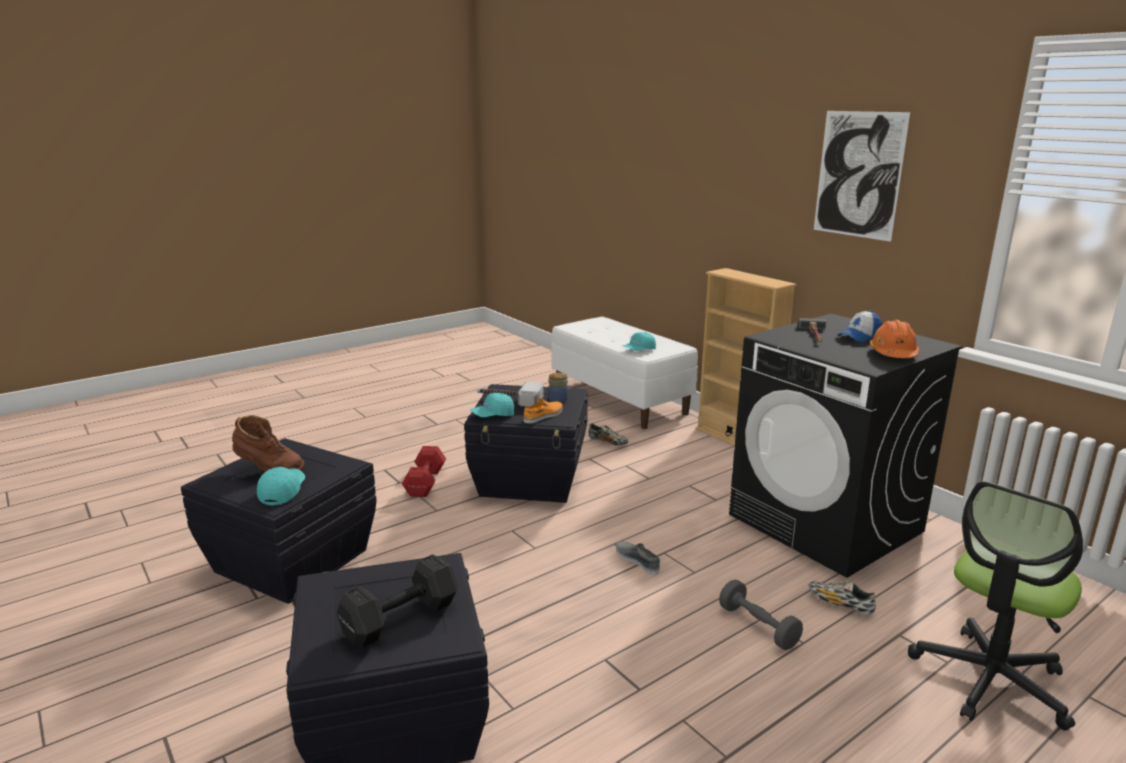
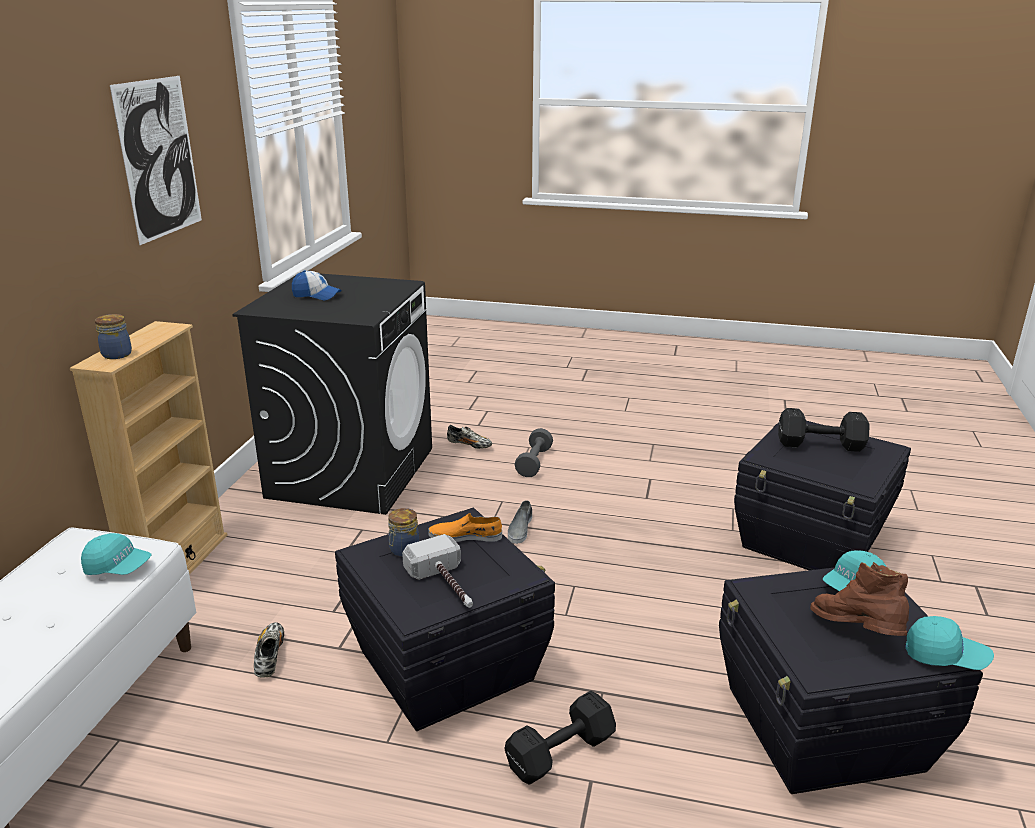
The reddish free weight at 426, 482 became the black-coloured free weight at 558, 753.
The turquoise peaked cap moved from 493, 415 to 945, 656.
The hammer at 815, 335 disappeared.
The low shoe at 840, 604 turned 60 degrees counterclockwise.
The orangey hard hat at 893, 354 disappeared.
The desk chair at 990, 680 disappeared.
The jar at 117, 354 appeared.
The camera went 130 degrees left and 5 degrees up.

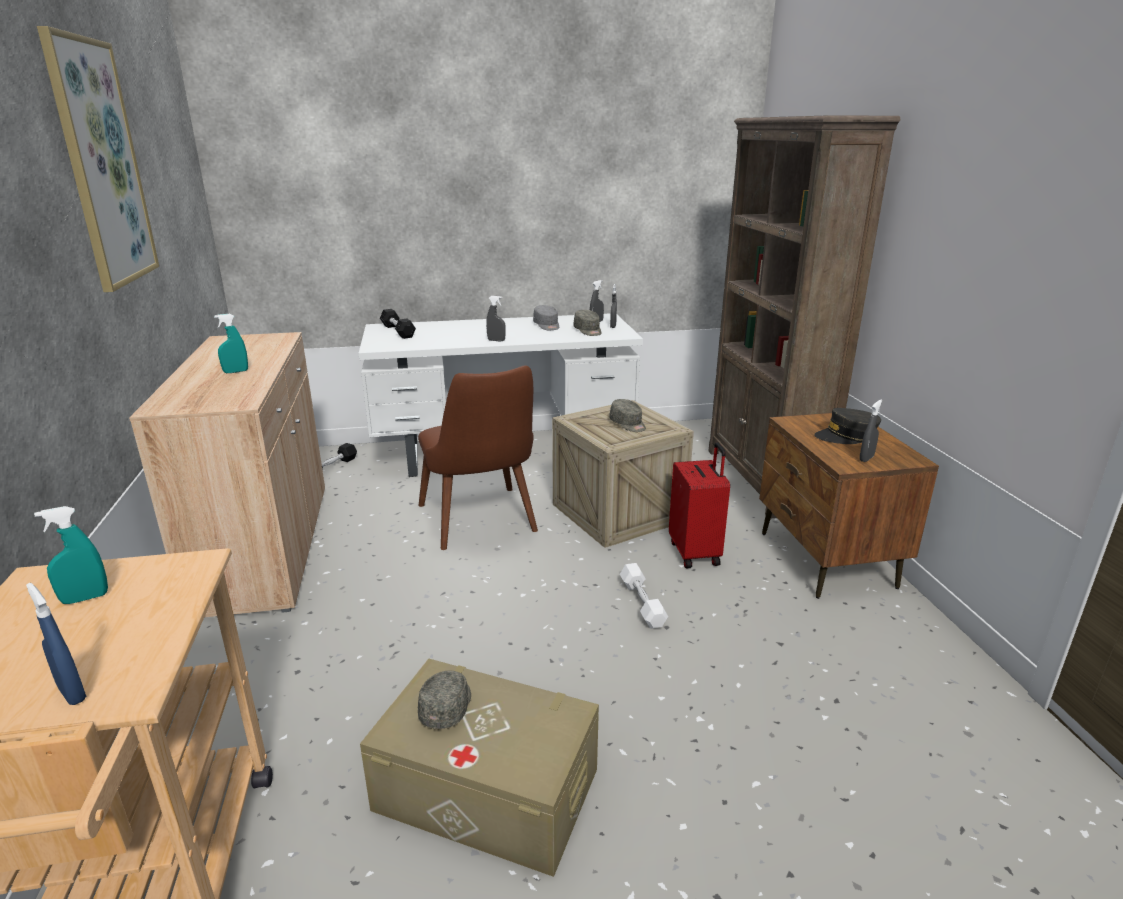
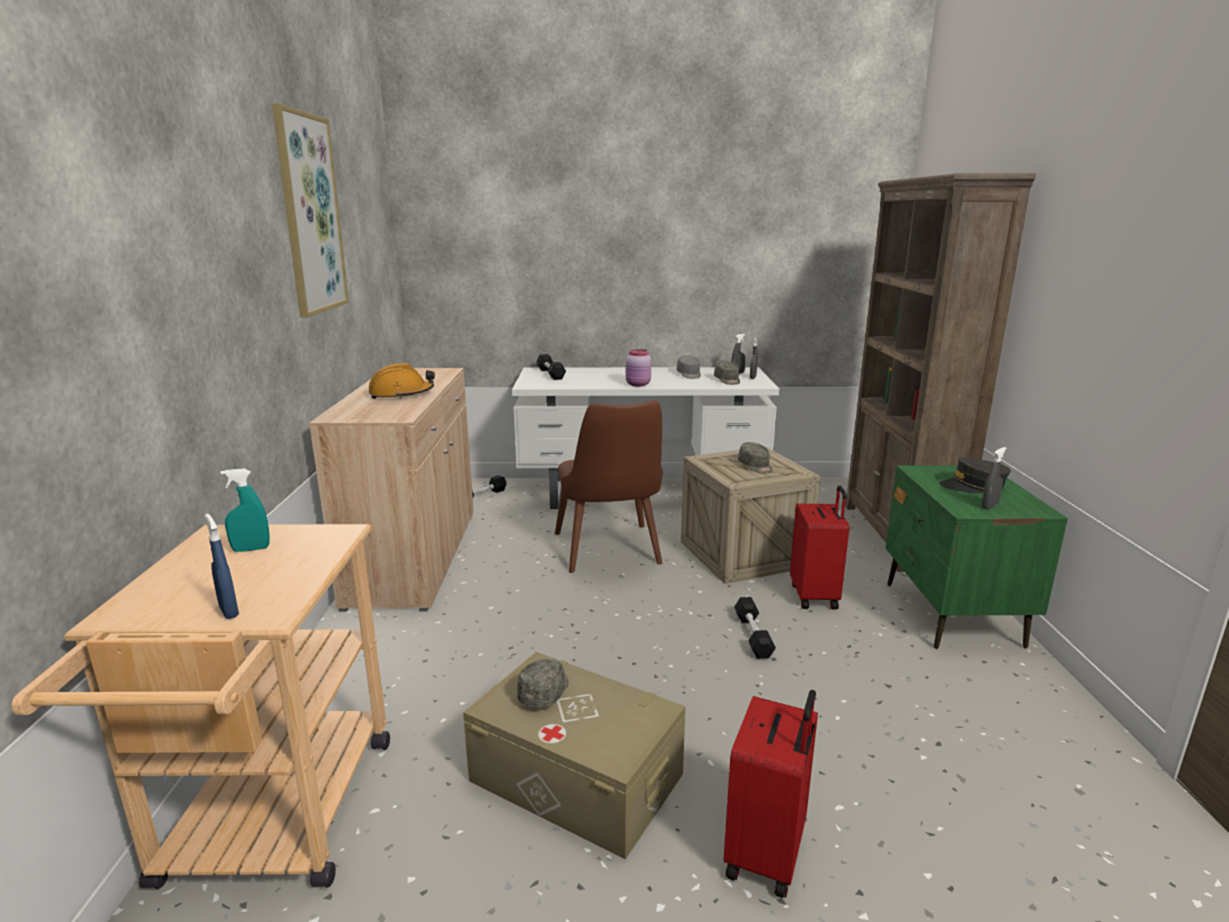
The turquoise sprayer at 236, 371 was replaced by the orangey hard hat at 401, 394.
The gray sprayer at 496, 340 was replaced by the pinkish jar at 638, 384.
The white free weight at 642, 603 became the black-coloured free weight at 753, 636.
The brown nightstand at 826, 560 became the greenish nightstand at 951, 614.
The reddish piece of luggage at 767, 855 appeared.
The camera went 10 degrees right and 5 degrees down.

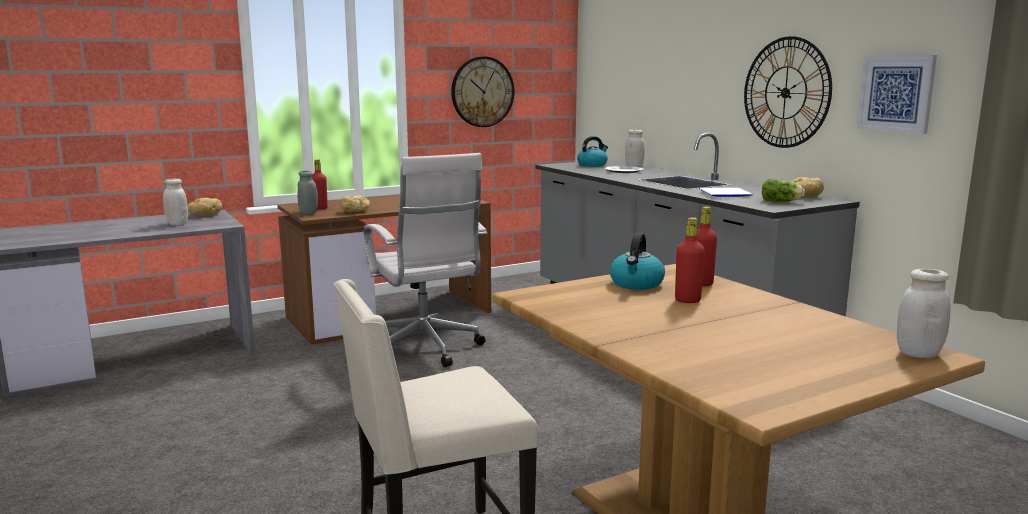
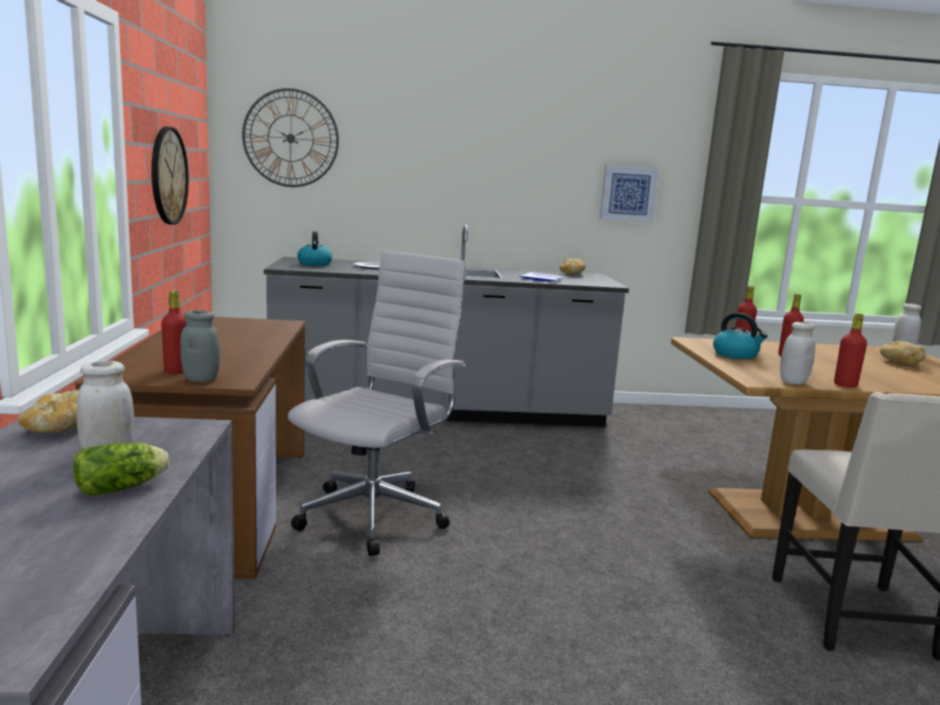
The bakery bread moved from 355, 211 to 899, 362.
The white desk chair at 426, 350 turned 60 degrees counterclockwise.
The white jar moved from 634, 166 to 793, 382.
The wall clock moved from 785, 92 to 290, 138.
The lettuce head moved from 782, 201 to 124, 487.
The reddish drink bottle at 845, 385 appeared.
The camera went 65 degrees left and 0 degrees up.

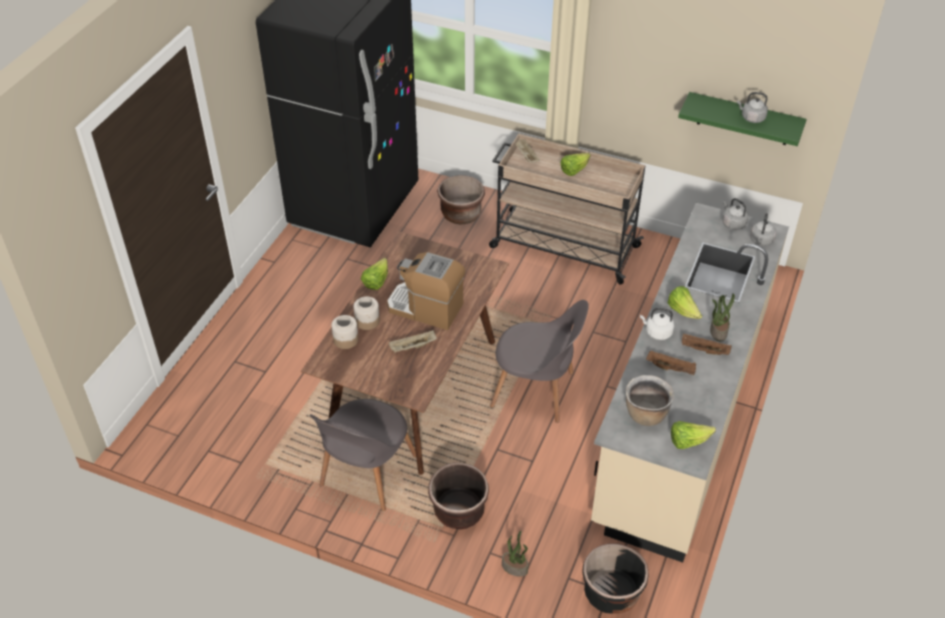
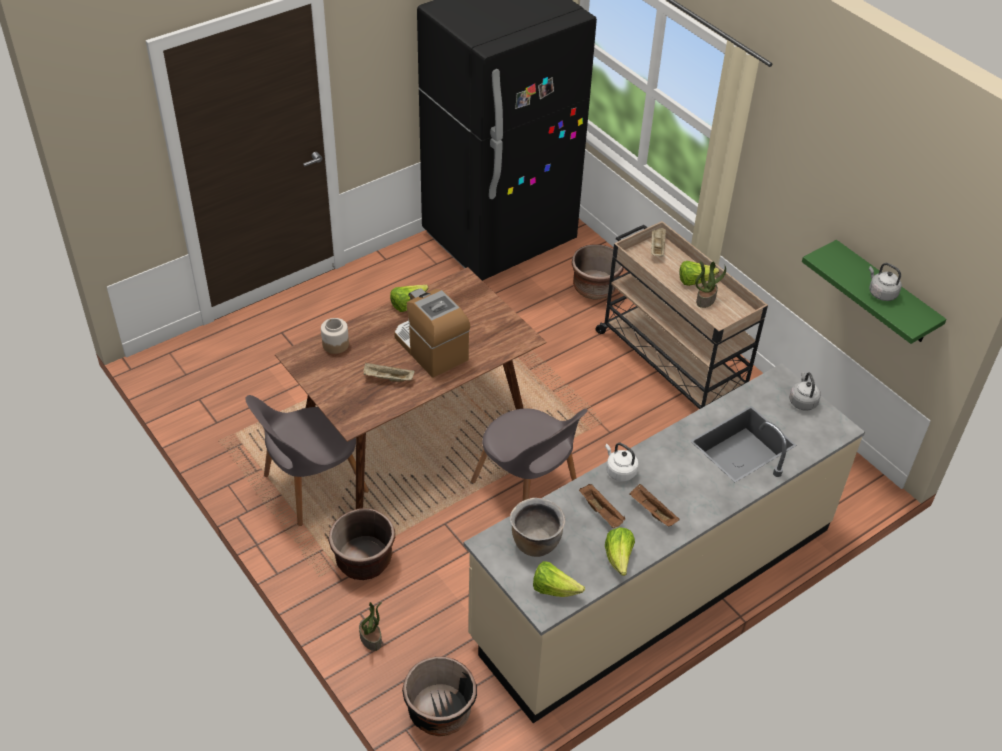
The jar at 367, 321 disappeared.
The lettuce head moved from 683, 311 to 619, 558.
The potted plant moved from 718, 331 to 705, 299.
The gray kettle at 761, 241 disappeared.
The camera went 30 degrees right and 0 degrees up.

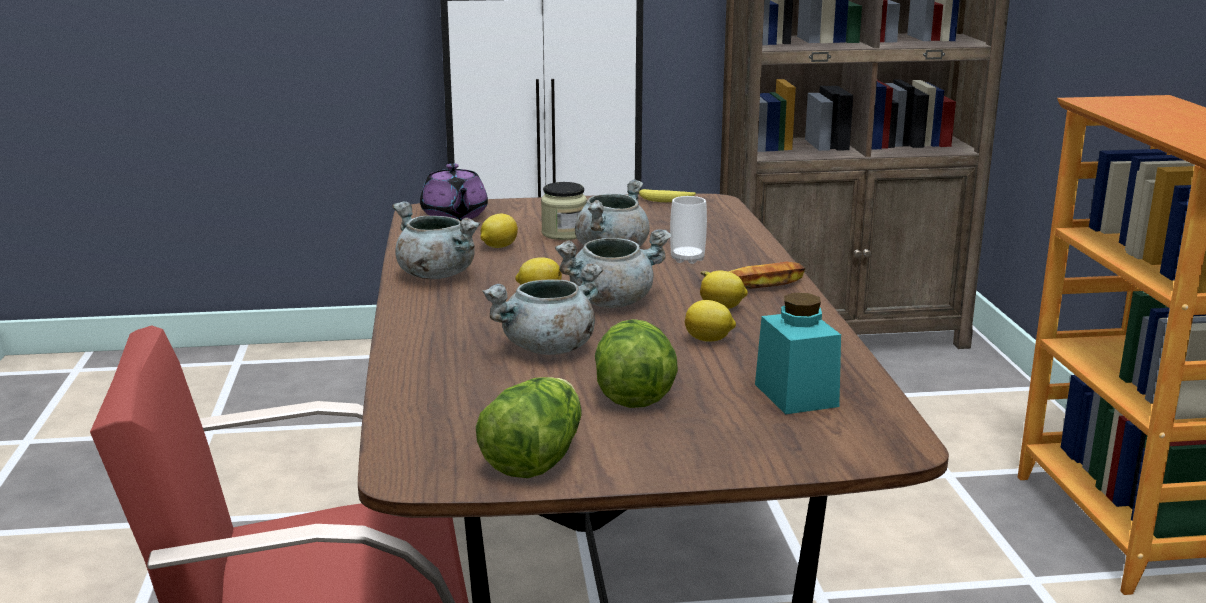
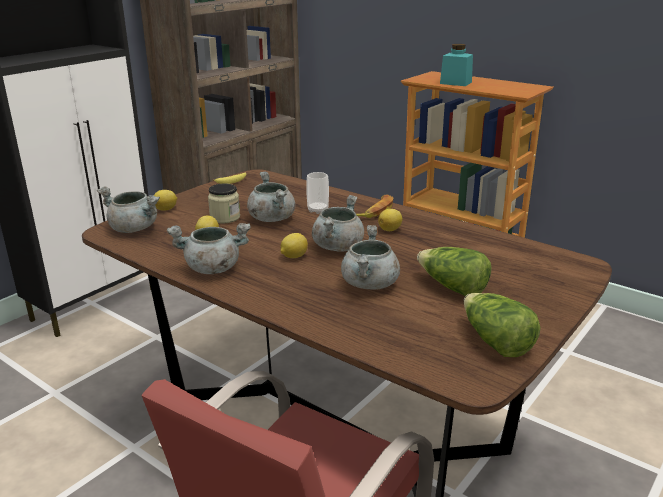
The purple pot for tea at 454, 216 was replaced by the gray cooking pot at 134, 229.
The lemon moved from 709, 340 to 166, 209.
The turquoise jar moved from 796, 395 to 455, 83.
The camera went 45 degrees left and 5 degrees up.

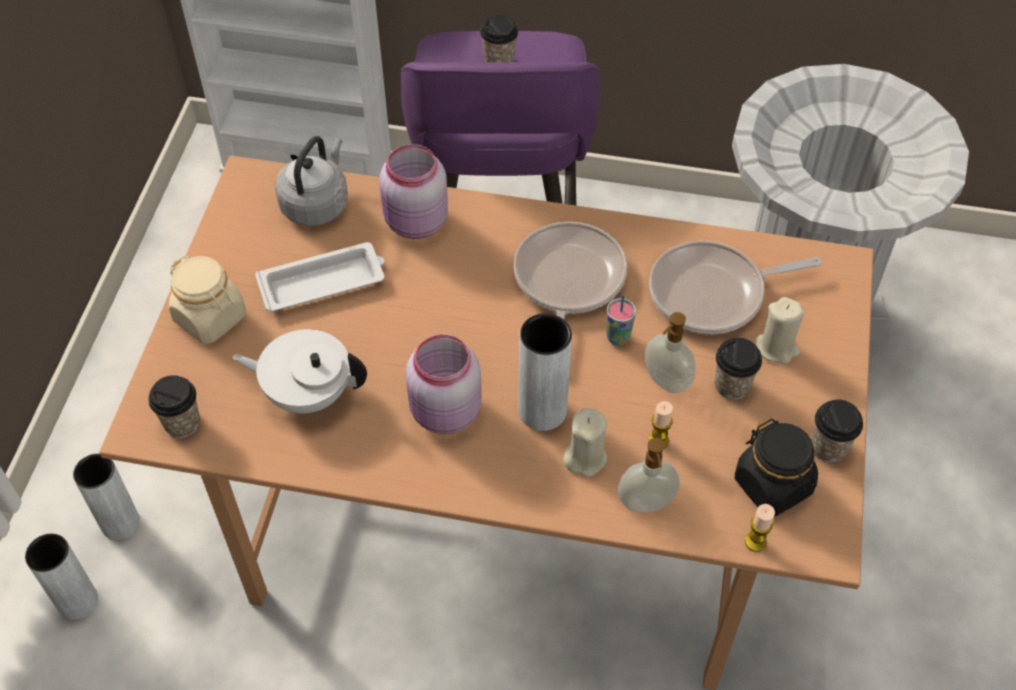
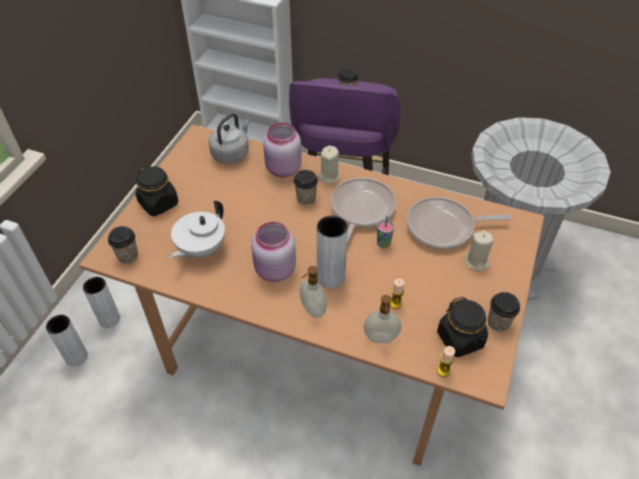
The beige jar at 211, 318 became the black-coloured jar at 159, 203.
The white pot for tea at 308, 392 turned 75 degrees counterclockwise.
The white tray at 324, 282 disappeared.
The beige wax candle moved from 585, 457 to 329, 176.
The soap bottle moved from 665, 382 to 312, 310.
The small cup moved from 732, 386 to 306, 198.
The camera went 10 degrees right and 5 degrees down.

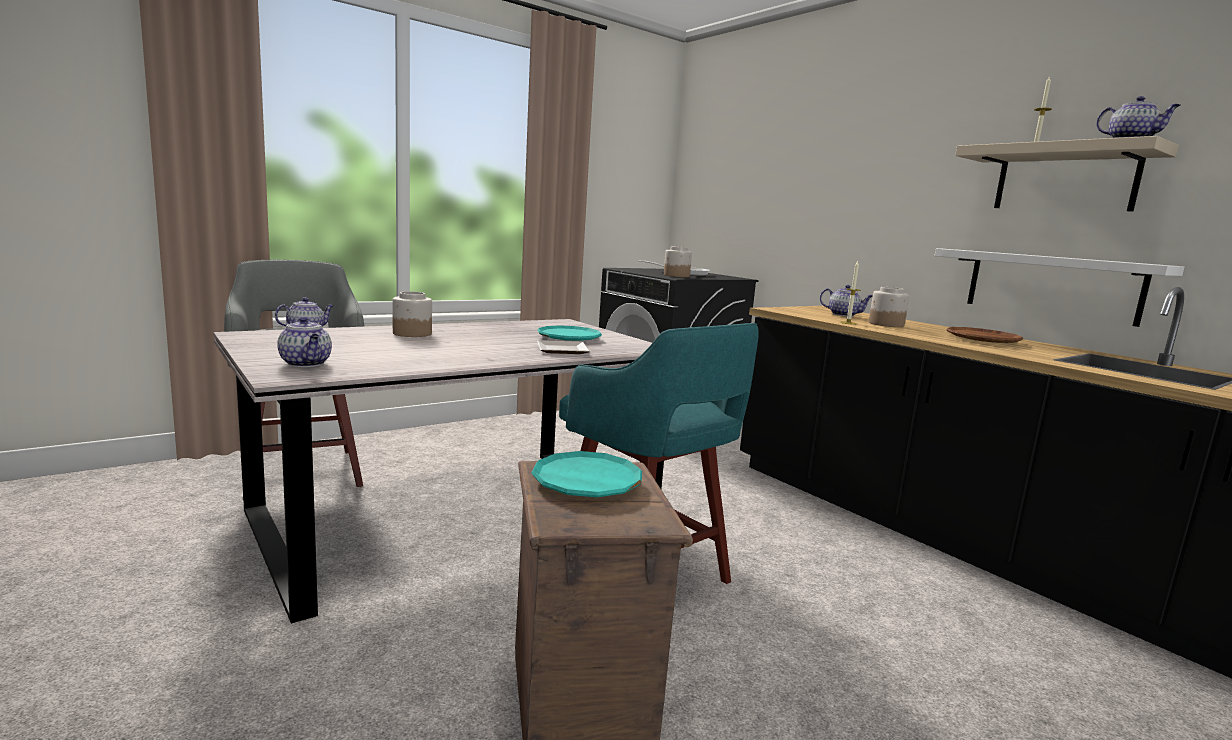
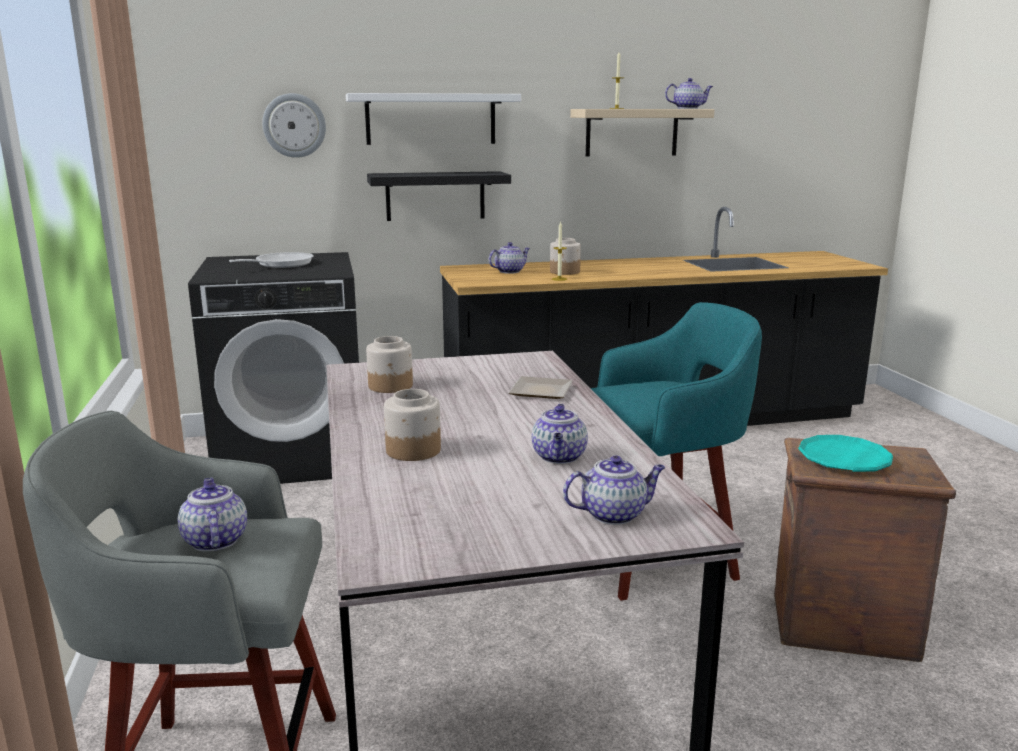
The turquoise flat dish at 569, 338 disappeared.
The jar moved from 676, 276 to 391, 386.
The white wall shelf moved from 1051, 285 to 431, 119.
The brown flat dish at 982, 340 disappeared.
The wall clock at 294, 125 appeared.
The black-coloured wall shelf at 435, 196 appeared.
The pot for tea at 559, 457 appeared.
The camera went 65 degrees left and 5 degrees up.

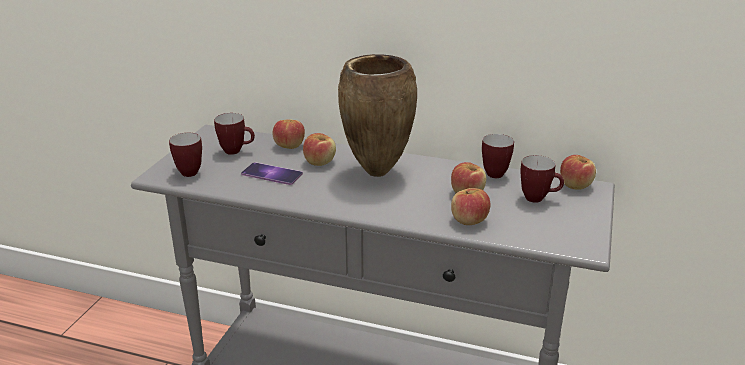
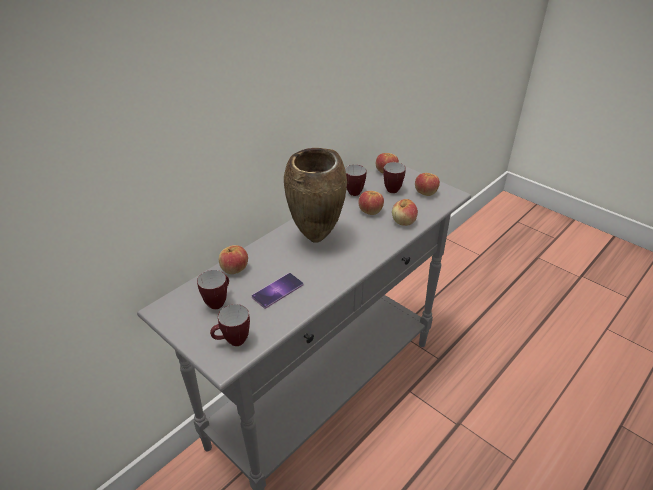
The apple fruit moved from 319, 162 to 425, 192.
The camera went 65 degrees left and 10 degrees up.

